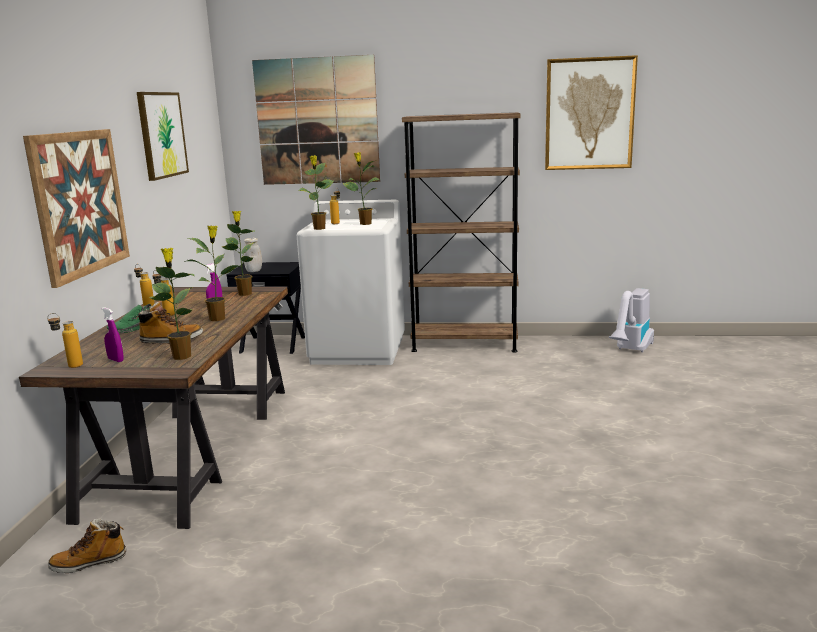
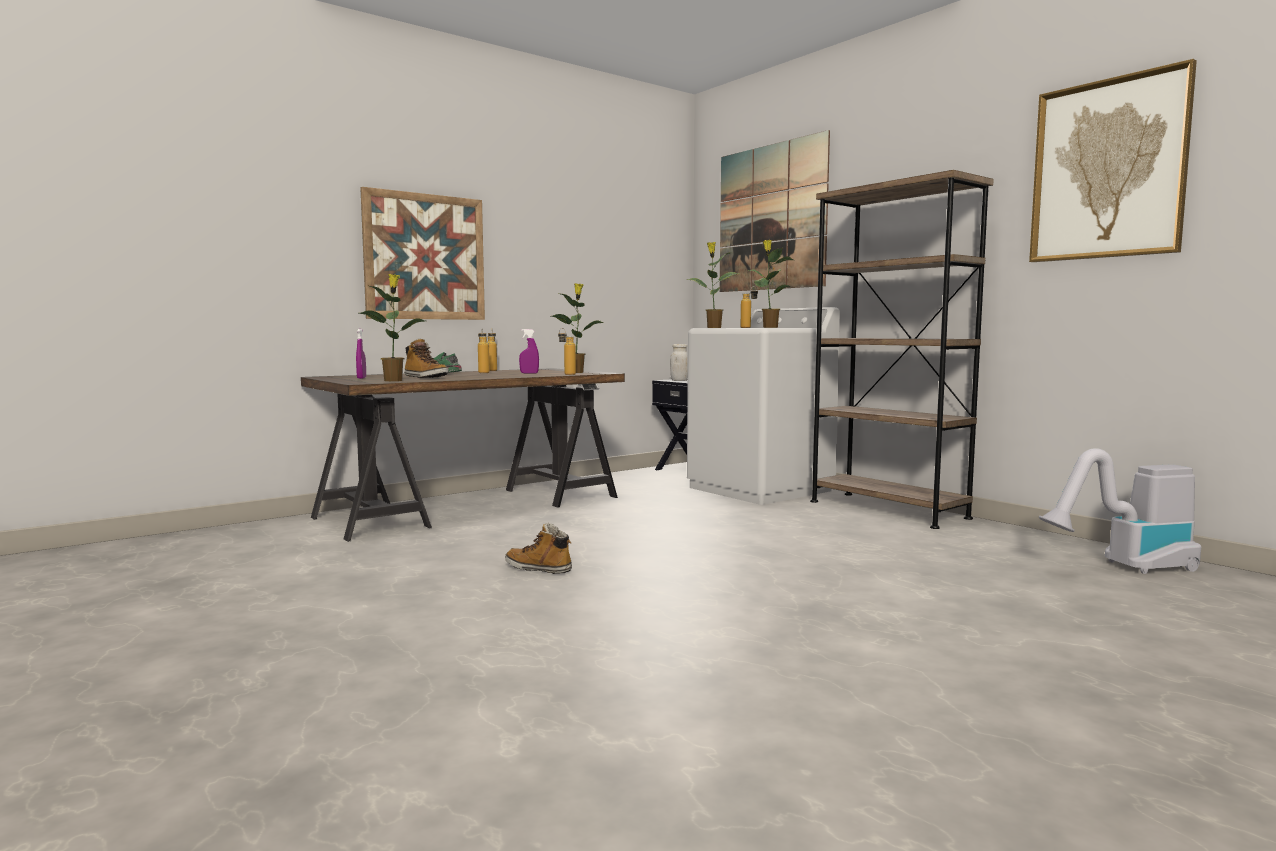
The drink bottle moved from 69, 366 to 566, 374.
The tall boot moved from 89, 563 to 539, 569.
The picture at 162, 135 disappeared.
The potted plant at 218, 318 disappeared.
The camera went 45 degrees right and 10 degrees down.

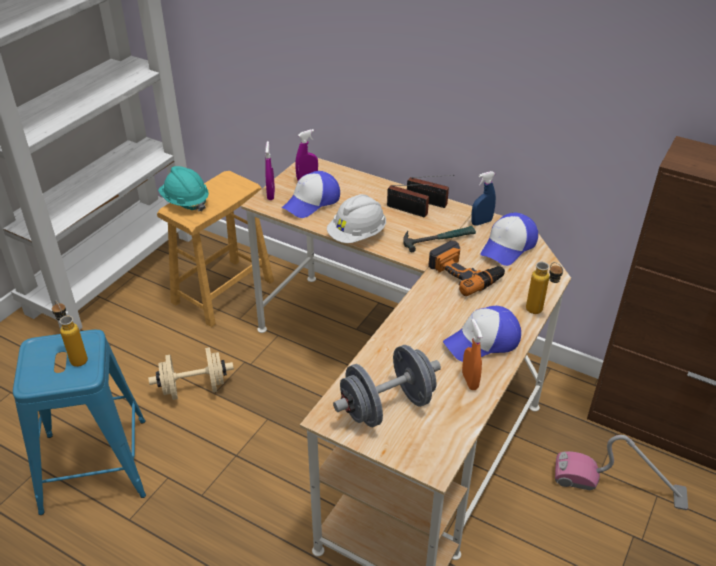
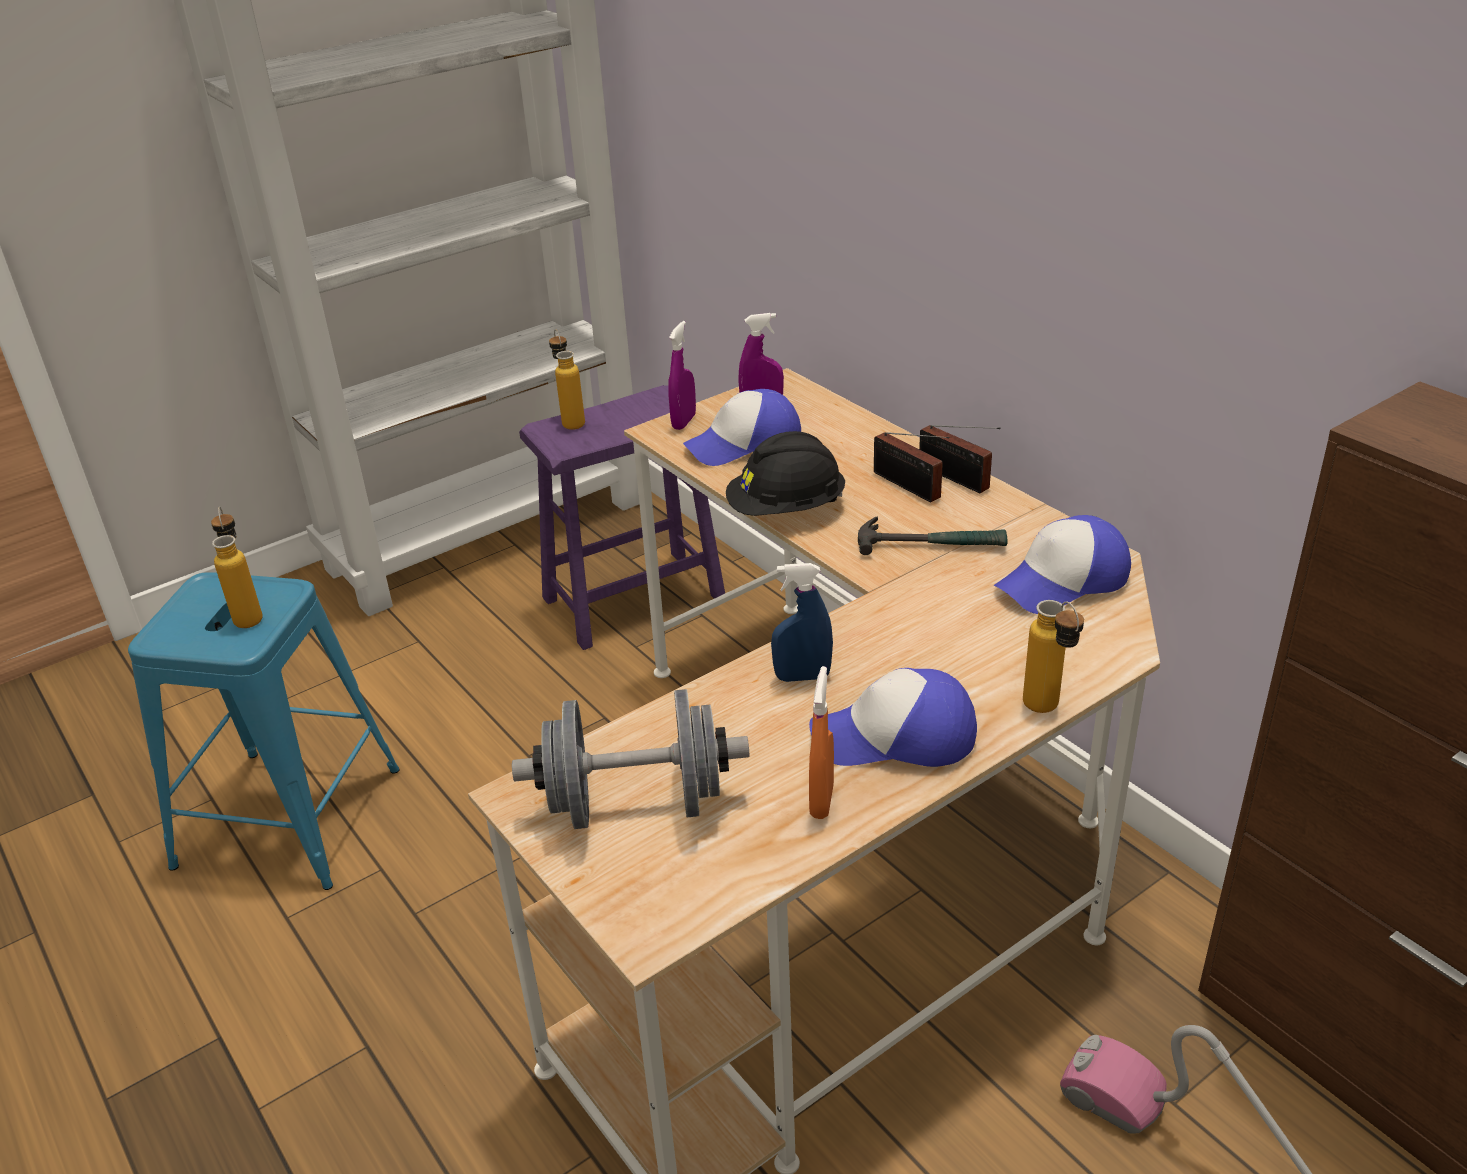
The beige free weight at 194, 388 disappeared.
The brown sitting stool at 223, 291 became the purple sitting stool at 633, 598.
The turquoise hard hat at 185, 202 was replaced by the drink bottle at 570, 420.
The white hard hat at 357, 235 became the black-coloured hard hat at 786, 510.
The electric drill at 465, 273 disappeared.
The blue sprayer moved from 481, 222 to 802, 677.
The camera went 25 degrees right and 5 degrees down.

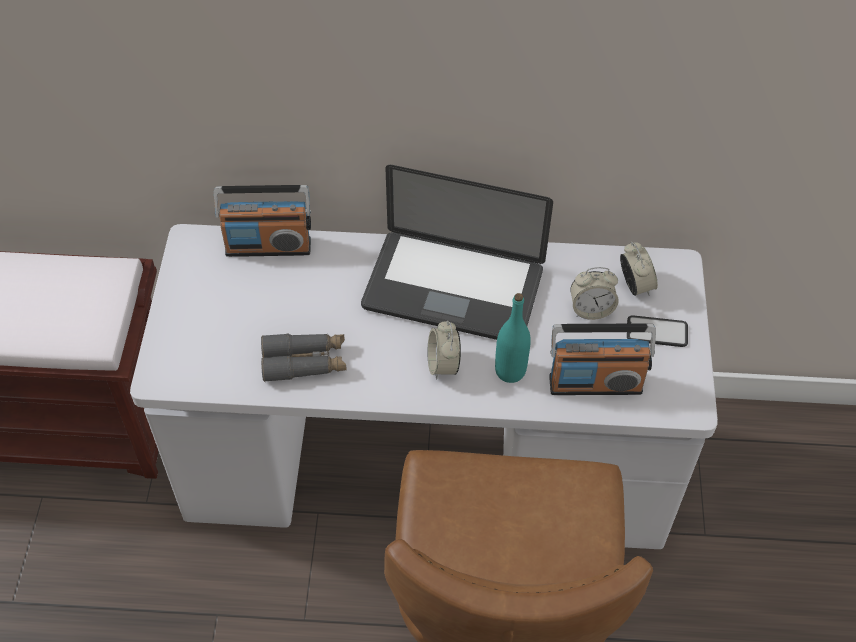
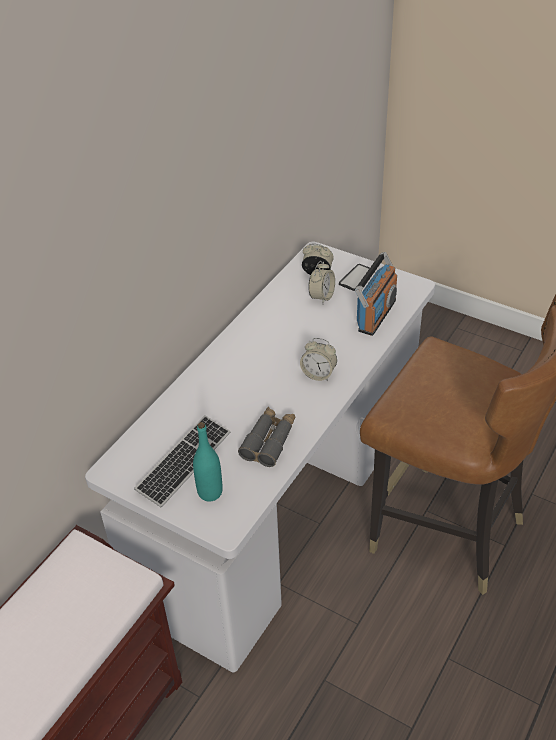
The radio receiver at 268, 246 disappeared.
The portable computer at 453, 289 disappeared.
The turquoise drink bottle moved from 510, 371 to 210, 492.
The PC keyboard at 184, 462 appeared.
The camera went 60 degrees left and 10 degrees down.

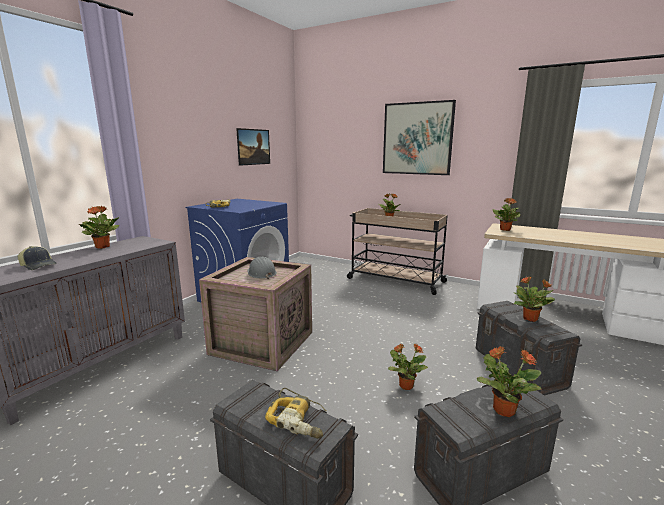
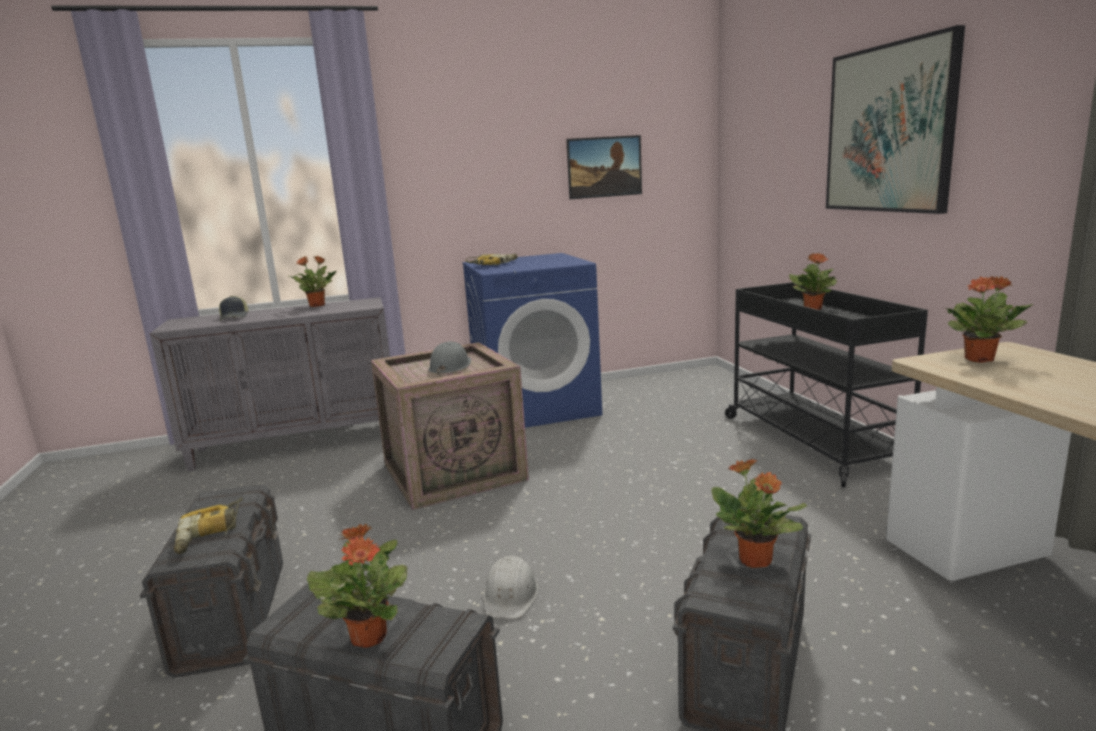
The beige cart at 394, 280 became the black-coloured cart at 811, 440.
The potted plant at 405, 386 was replaced by the white hard hat at 511, 595.
The camera went 45 degrees right and 0 degrees up.

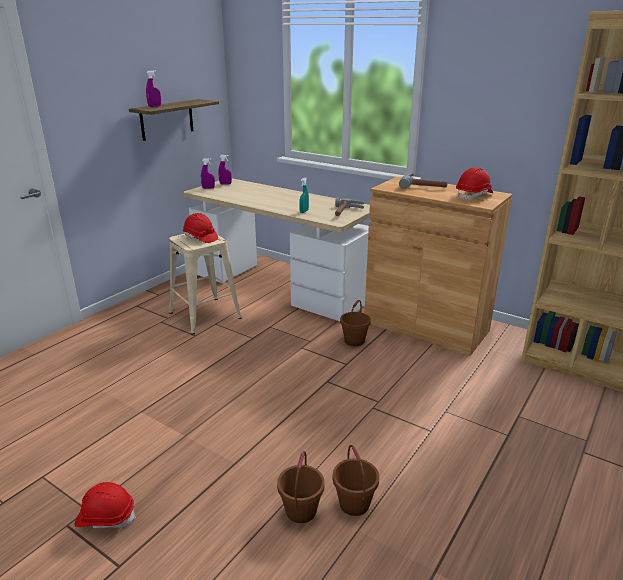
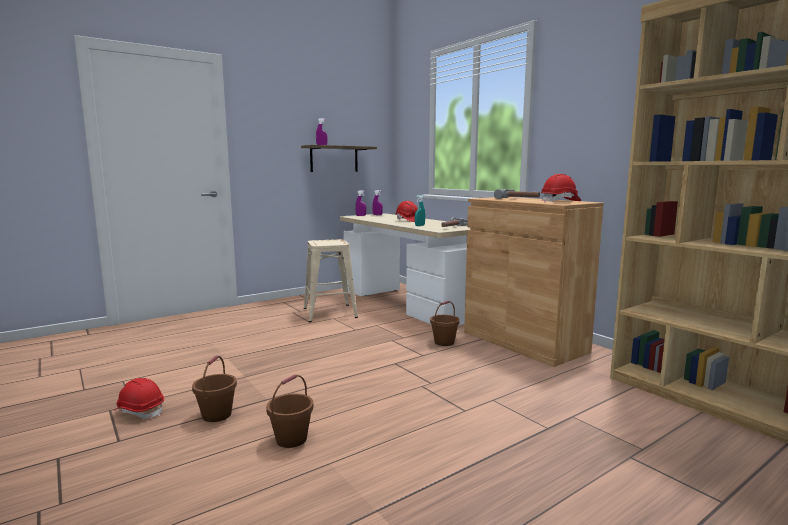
The reddish hard hat moved from 200, 238 to 407, 220.
The brown bucket moved from 354, 503 to 216, 415.
The camera went 20 degrees right and 15 degrees down.

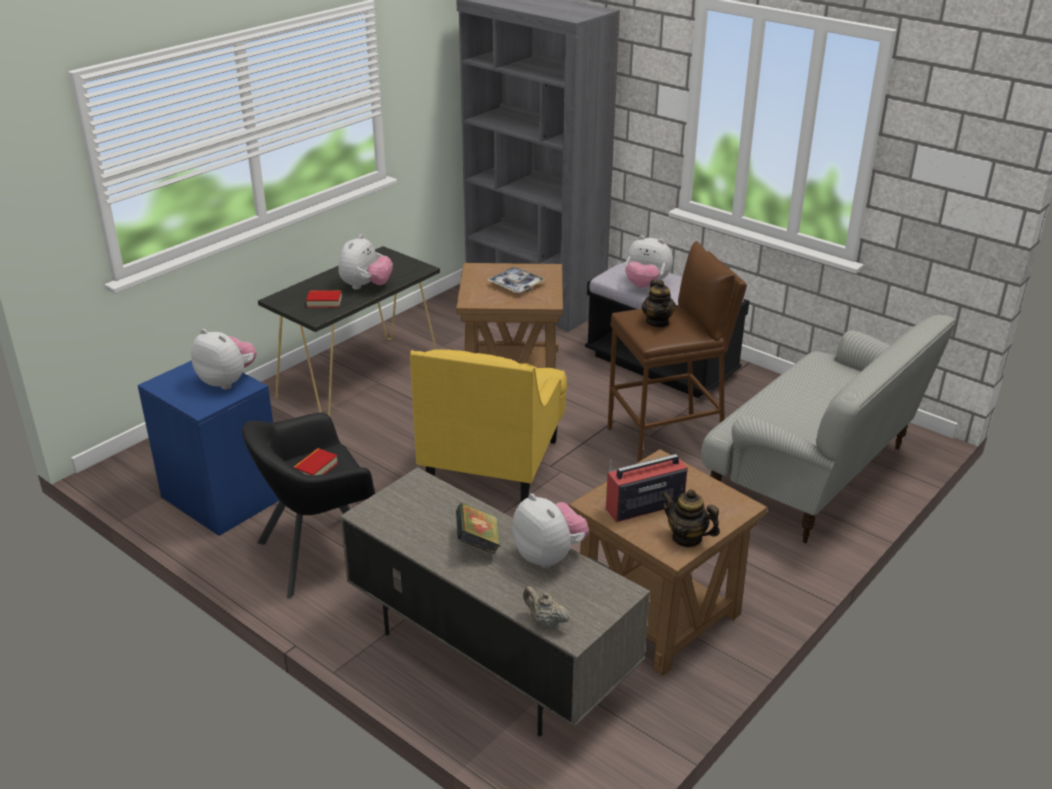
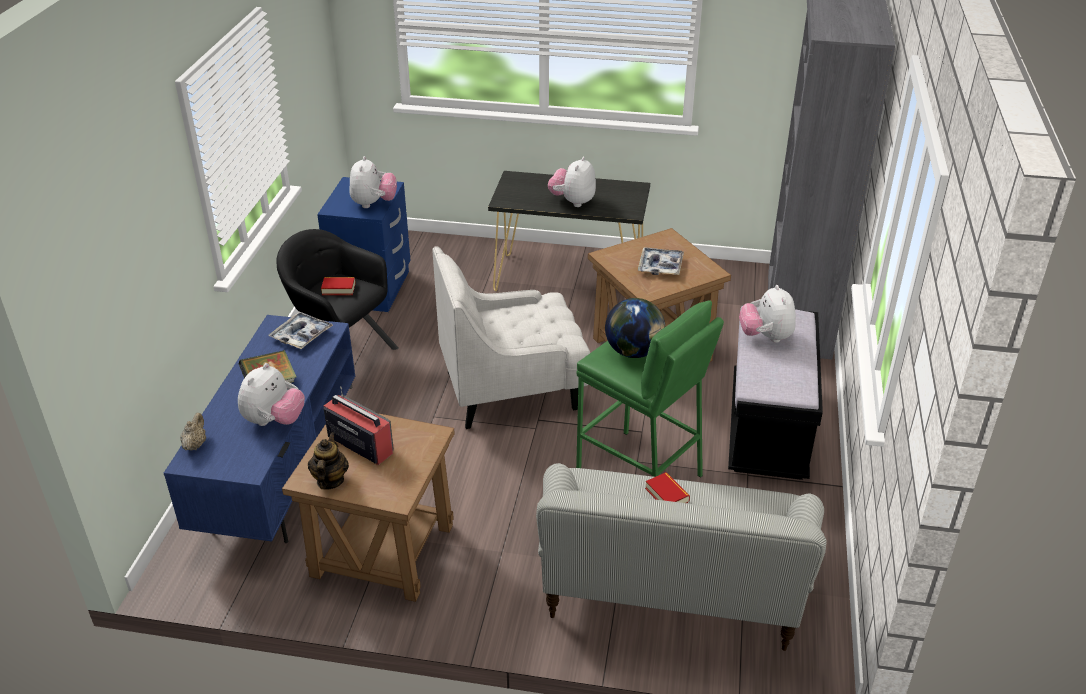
The book moved from 324, 302 to 667, 495.
The soft toy at 366, 286 turned 120 degrees clockwise.
The gray tv stand at 488, 656 became the blue tv stand at 280, 475.
The yellowish lounge chair at 494, 465 became the white lounge chair at 513, 390.
The brown sitting stool at 666, 440 became the greenish sitting stool at 639, 474.
The pot for tea at 657, 322 was replaced by the world globe at 634, 351.
The tray at 301, 335 appeared.
The camera went 60 degrees right and 5 degrees up.

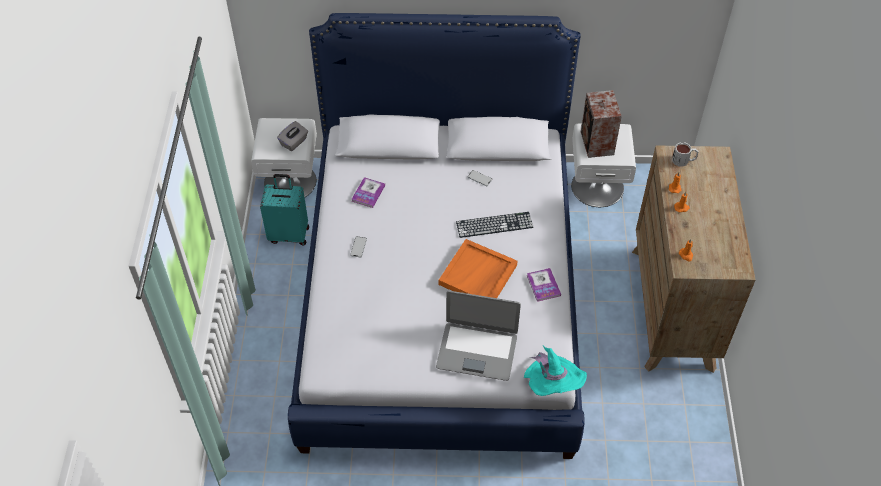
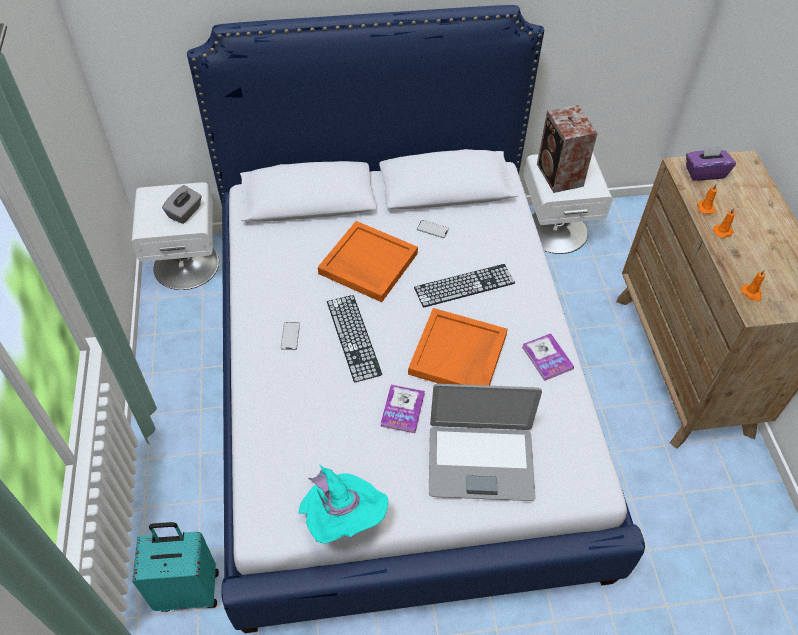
The turquoise piece of luggage moved from 289, 234 to 188, 589.
The book moved from 368, 193 to 402, 409.
The turquoise hat moved from 552, 385 to 342, 517.
The coffee mug at 684, 160 was replaced by the purple box of tissues at 704, 172.
The orangey tray at 367, 263 appeared.
The PC keyboard at 353, 337 appeared.
The camera went 10 degrees left and 0 degrees up.

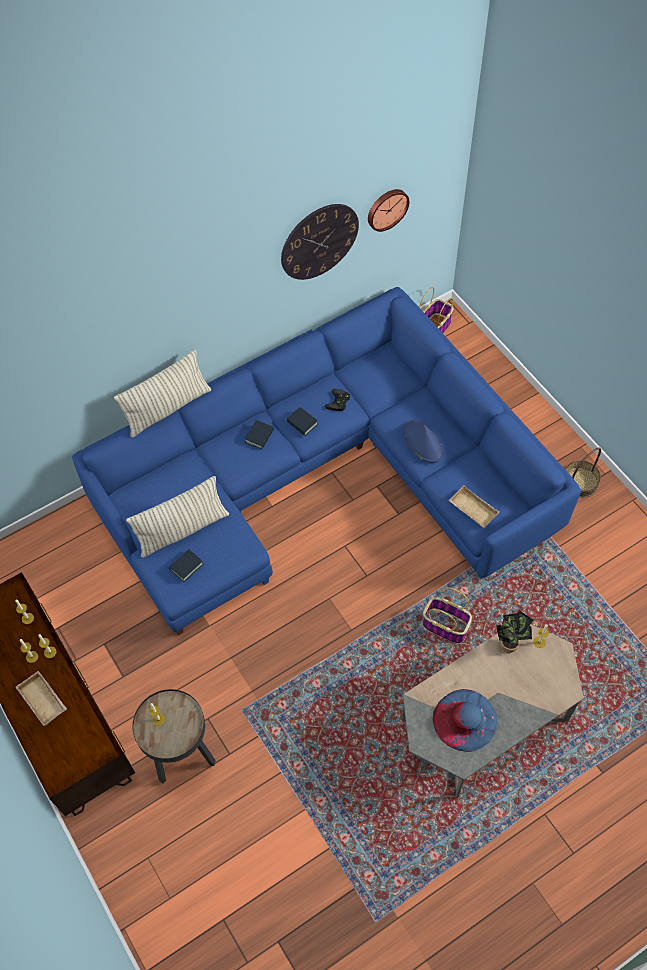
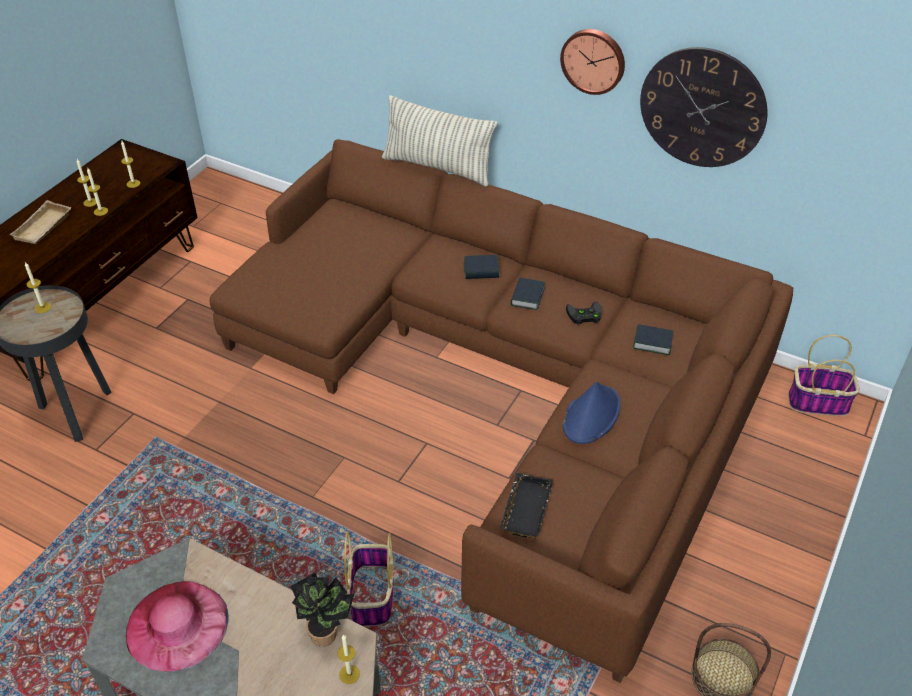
The blue couch at 323, 475 became the brown couch at 510, 384.
The pillow at 182, 530 disappeared.
The book moved from 186, 566 to 652, 342.
The wall clock moved from 386, 208 to 593, 60.
The blue hat at 465, 720 became the pinkish hat at 177, 625.
The beige tray at 471, 509 became the black-coloured tray at 524, 508.
The camera went 60 degrees right and 15 degrees down.

